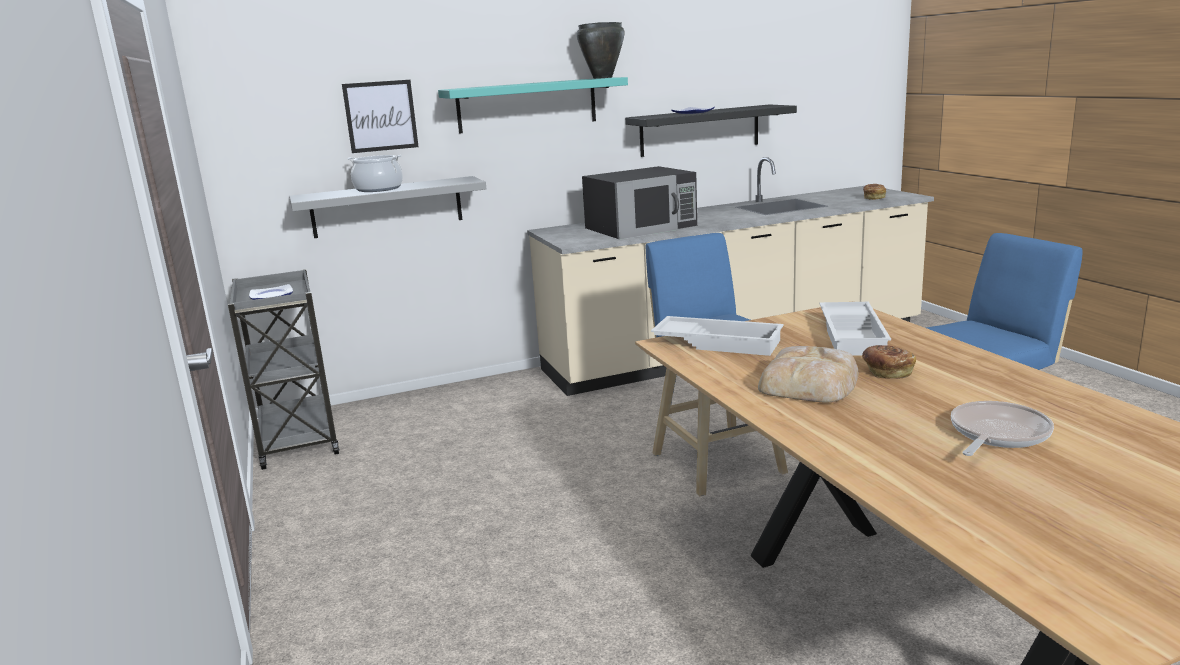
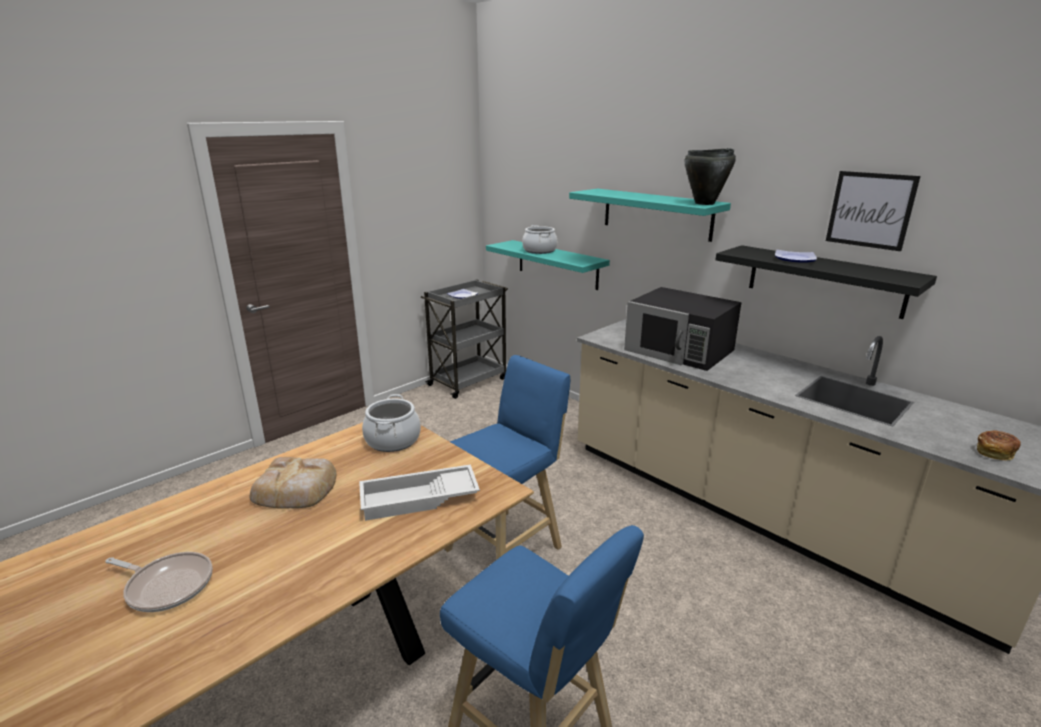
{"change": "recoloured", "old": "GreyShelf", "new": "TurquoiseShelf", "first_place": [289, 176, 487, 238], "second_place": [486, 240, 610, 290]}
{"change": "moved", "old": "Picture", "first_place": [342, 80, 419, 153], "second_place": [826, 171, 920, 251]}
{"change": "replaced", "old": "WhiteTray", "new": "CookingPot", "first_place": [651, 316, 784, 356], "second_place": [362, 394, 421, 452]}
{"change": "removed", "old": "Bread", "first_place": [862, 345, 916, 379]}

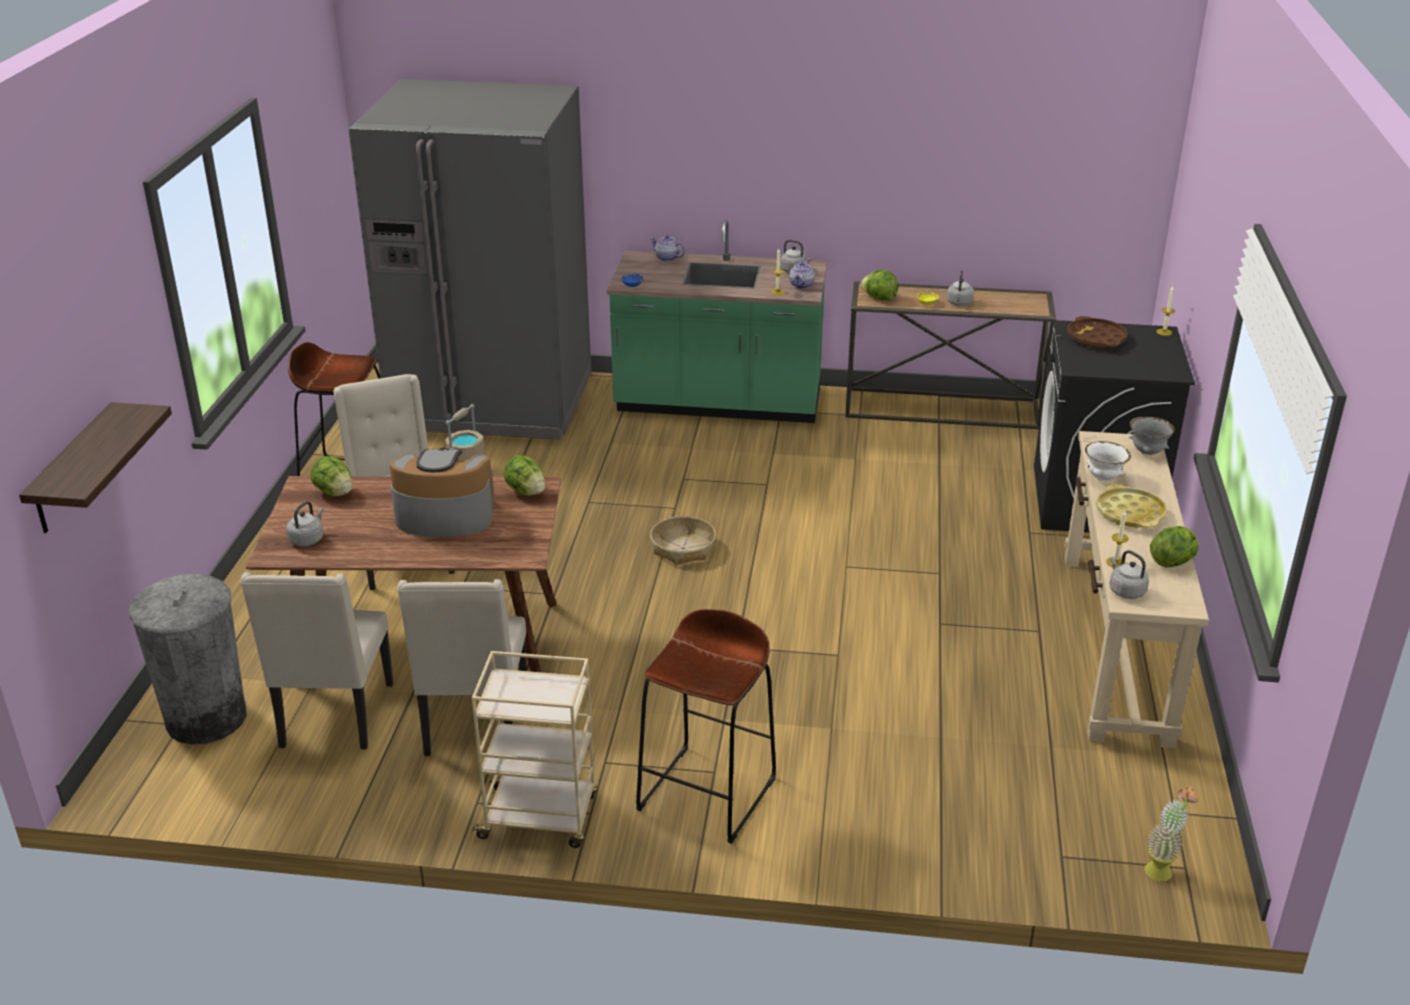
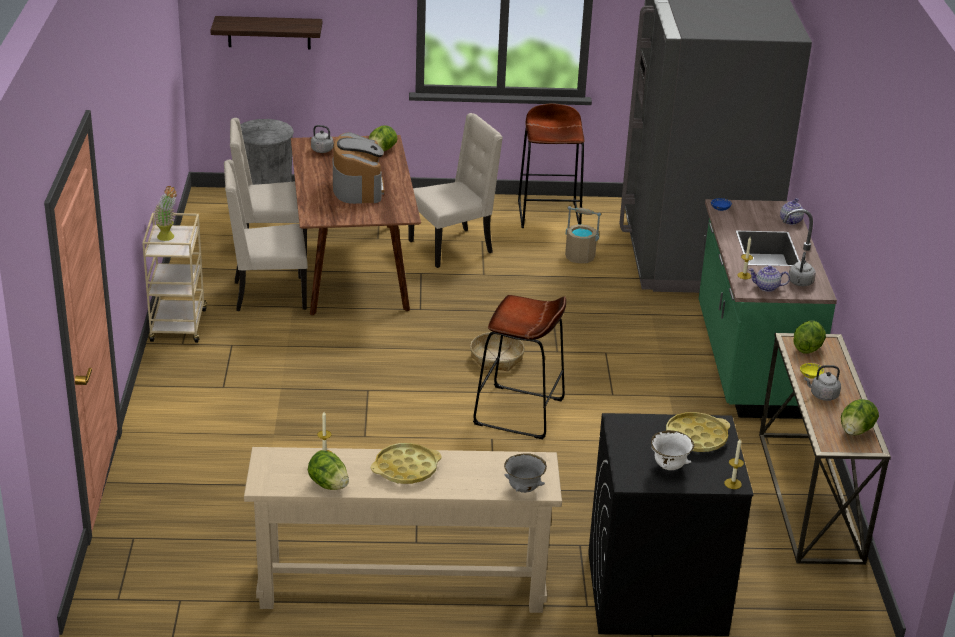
{"change": "moved", "old": "Lettuce", "first_place": [504, 455, 545, 496], "second_place": [841, 399, 879, 435]}
{"change": "moved", "old": "BrownStool", "first_place": [636, 609, 776, 844], "second_place": [473, 295, 566, 439]}
{"change": "recoloured", "old": "BrownTray", "new": "YellowTray", "first_place": [1067, 316, 1128, 348], "second_place": [666, 412, 730, 452]}
{"change": "moved", "old": "WhiteBowl", "first_place": [1085, 441, 1131, 480], "second_place": [651, 430, 694, 470]}
{"change": "removed", "old": "GreyKettle", "first_place": [1110, 550, 1149, 599]}
{"change": "moved", "old": "PottedPlant", "first_place": [1145, 785, 1199, 881], "second_place": [154, 186, 177, 241]}

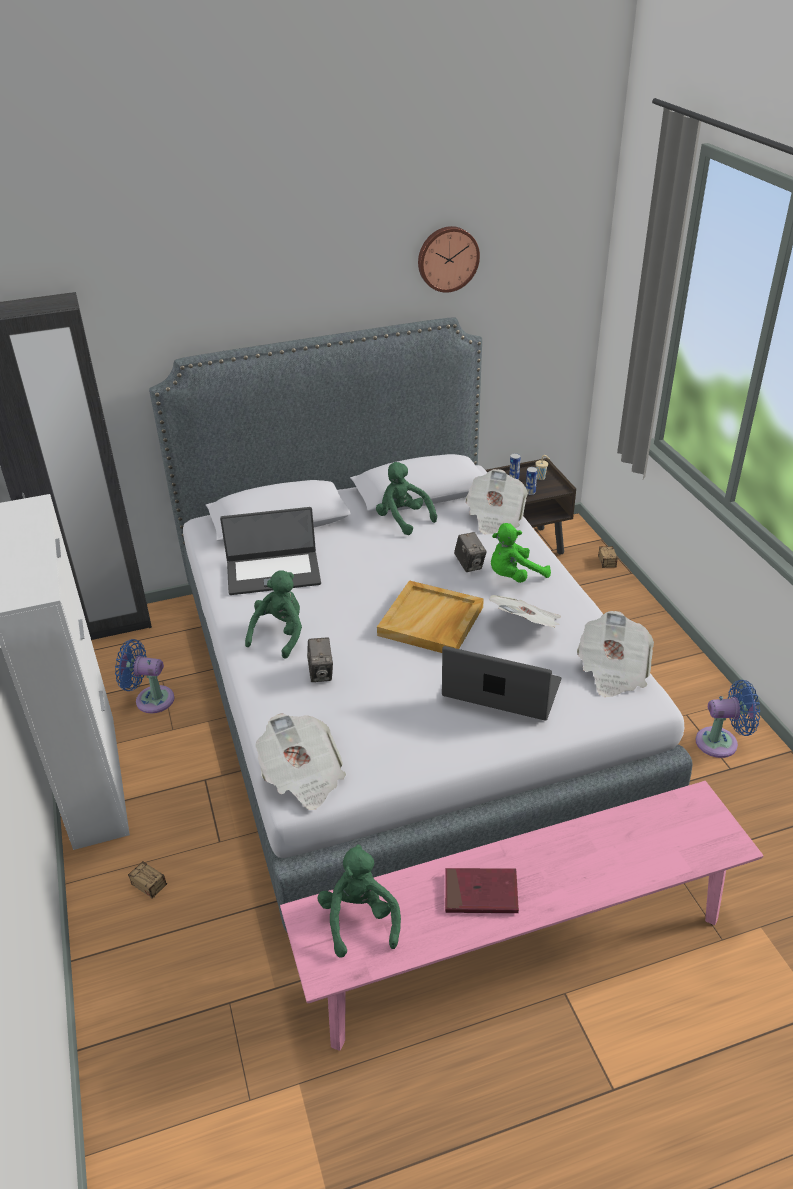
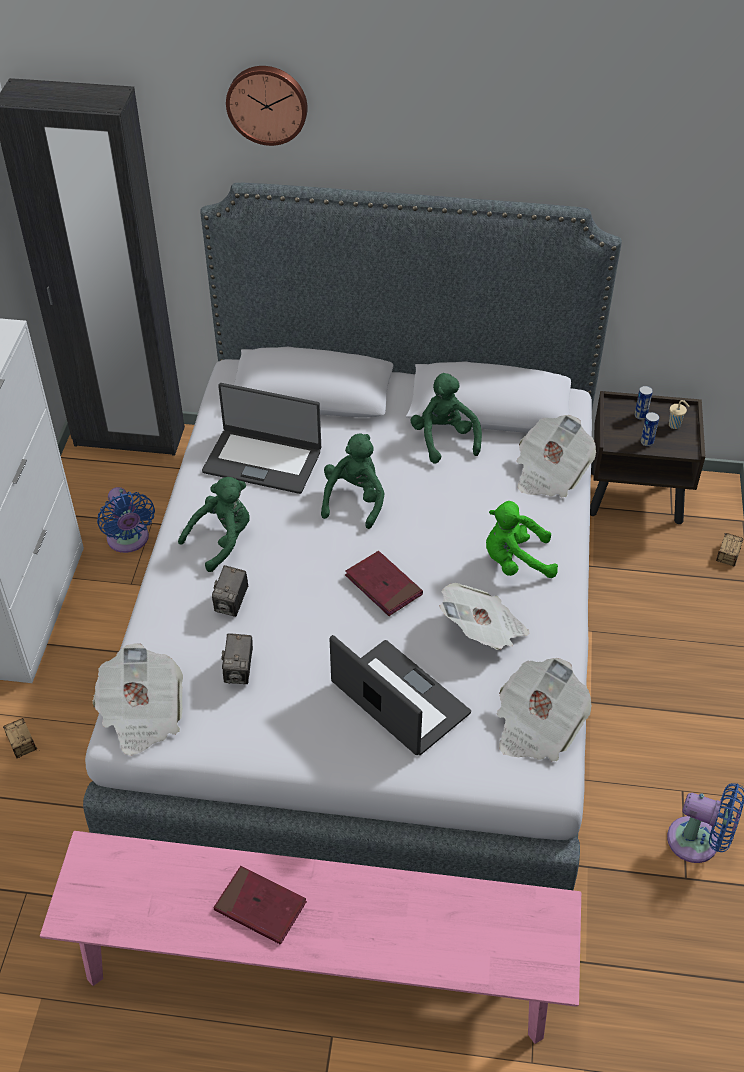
{"change": "turned", "old": "BlueFan", "first_place": [115, 639, 175, 713], "second_place": [97, 487, 155, 553], "degrees": -150}
{"change": "moved", "old": "GreenPlushToy", "first_place": [318, 844, 401, 958], "second_place": [321, 434, 385, 529]}
{"change": "replaced", "old": "BeigeTray", "new": "RedBook", "first_place": [377, 580, 484, 653], "second_place": [345, 551, 423, 616]}
{"change": "moved", "old": "WallClock", "first_place": [418, 226, 480, 293], "second_place": [226, 66, 308, 146]}
{"change": "moved", "old": "PhotoCamera", "first_place": [454, 532, 487, 572], "second_place": [221, 633, 253, 684]}

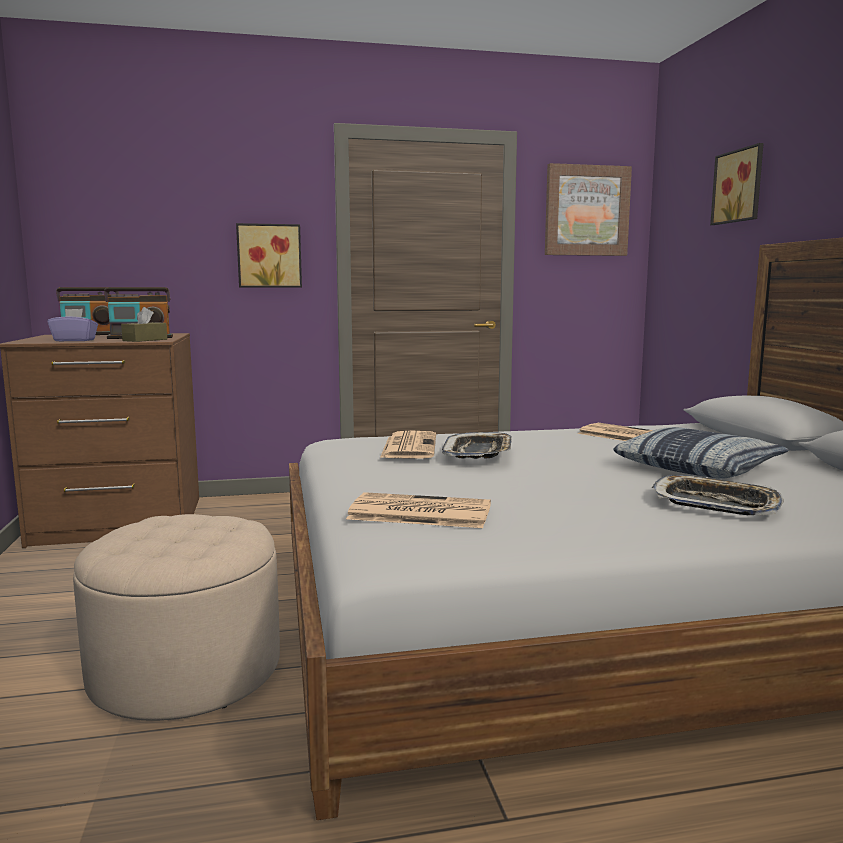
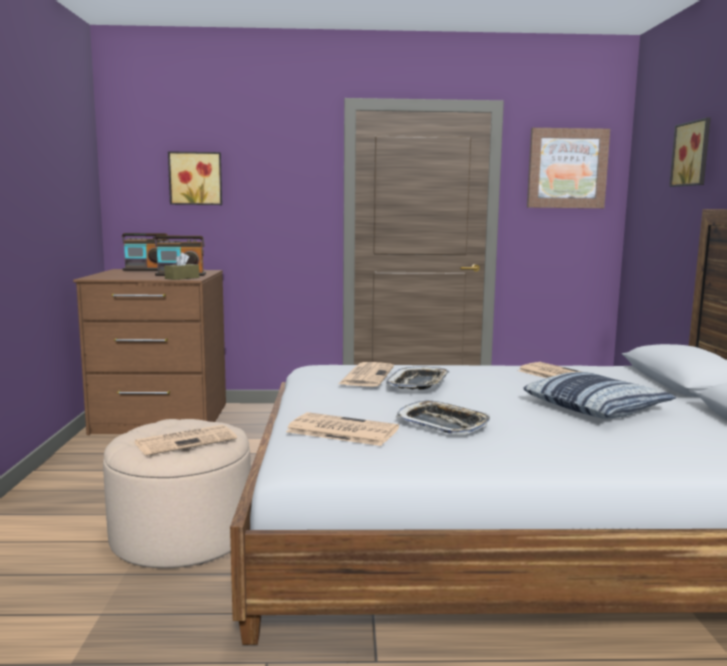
{"change": "removed", "old": "PurpleTissueBox", "first_place": [47, 309, 98, 341]}
{"change": "moved", "old": "Picture", "first_place": [236, 223, 302, 288], "second_place": [168, 151, 222, 205]}
{"change": "moved", "old": "Tray", "first_place": [652, 475, 784, 515], "second_place": [396, 401, 490, 435]}
{"change": "added", "new": "Newspaper", "second_place": [134, 425, 237, 456]}

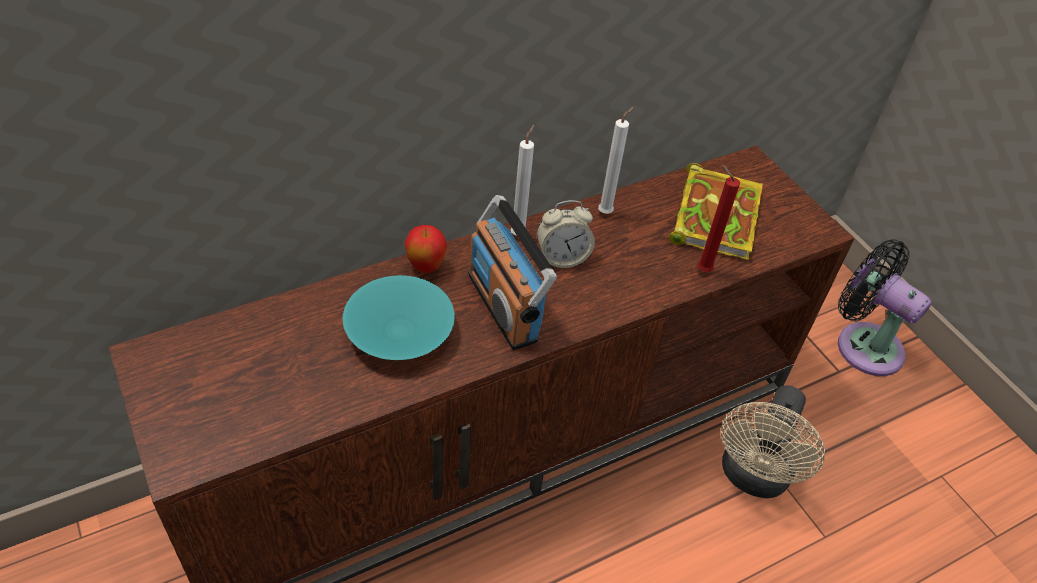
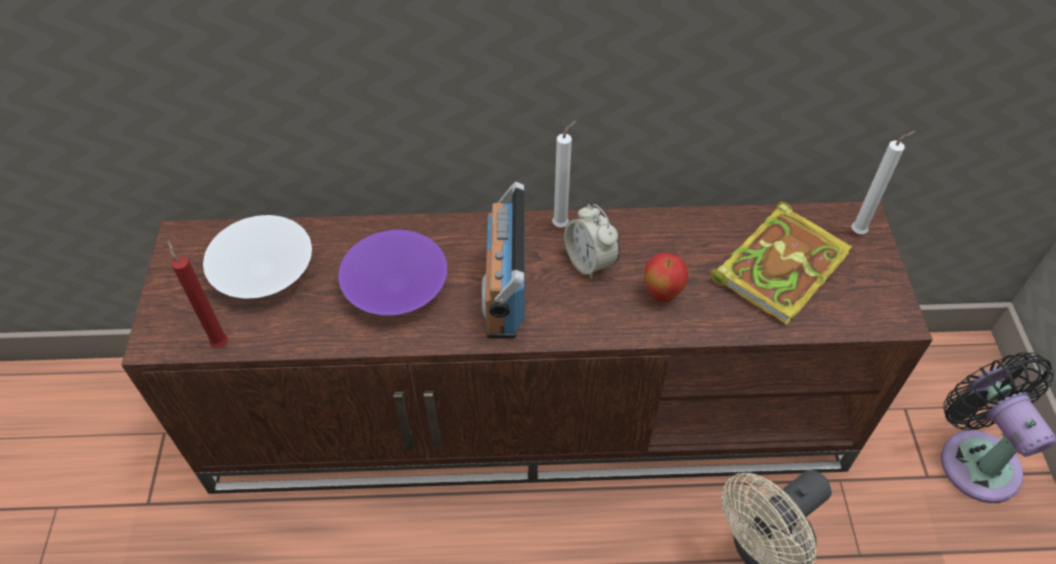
{"change": "recoloured", "old": "TurquoiseBowl", "new": "PurpleBowl", "first_place": [343, 275, 455, 360], "second_place": [338, 230, 447, 315]}
{"change": "moved", "old": "Apple", "first_place": [404, 225, 447, 273], "second_place": [644, 253, 688, 302]}
{"change": "turned", "old": "AlarmClock", "first_place": [537, 200, 595, 268], "second_place": [564, 204, 620, 279], "degrees": 45}
{"change": "moved", "old": "WhiteCandle", "first_place": [598, 106, 634, 214], "second_place": [851, 131, 916, 234]}
{"change": "moved", "old": "RedCandle", "first_place": [698, 165, 740, 272], "second_place": [168, 241, 228, 348]}
{"change": "added", "new": "WhiteBowl", "second_place": [203, 215, 312, 299]}

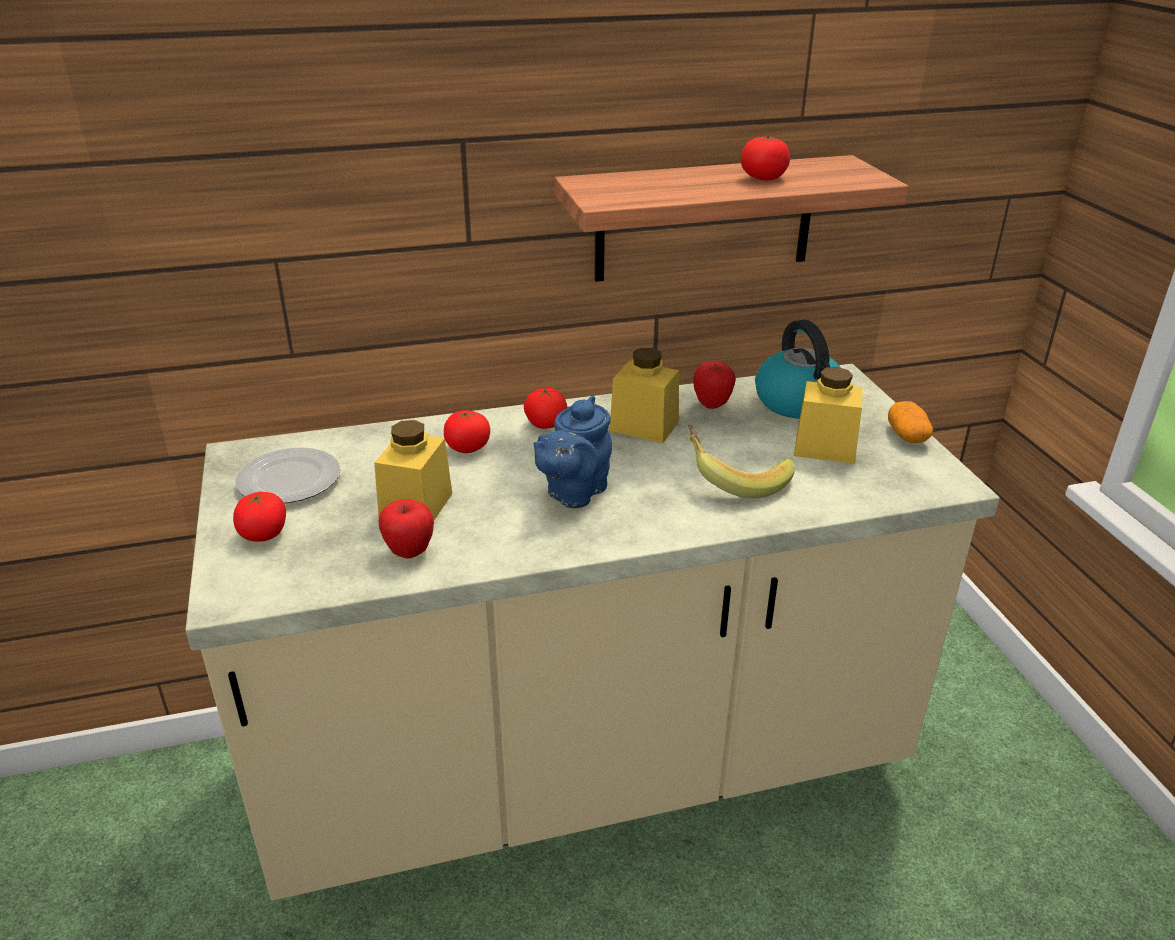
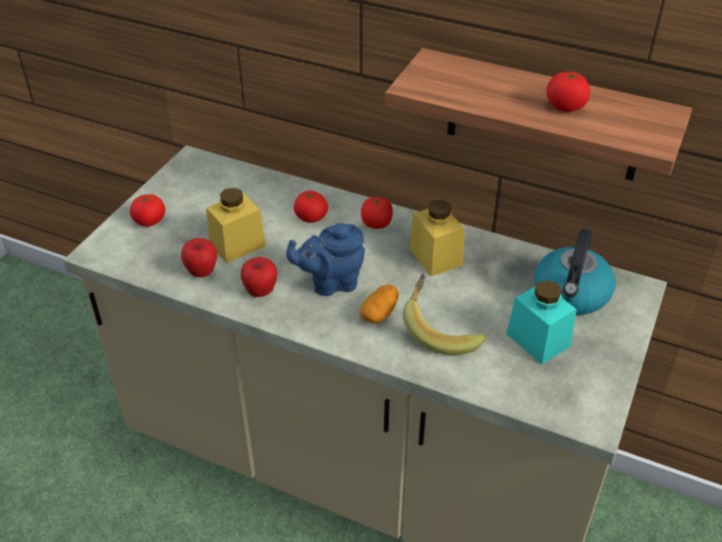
{"change": "removed", "old": "Plate", "first_place": [235, 447, 341, 503]}
{"change": "moved", "old": "Apple", "first_place": [693, 361, 736, 409], "second_place": [241, 257, 277, 297]}
{"change": "recoloured", "old": "YellowJar", "new": "TurquoiseJar", "first_place": [794, 367, 863, 464], "second_place": [507, 280, 577, 364]}
{"change": "moved", "old": "Potato", "first_place": [888, 401, 933, 443], "second_place": [359, 284, 399, 323]}

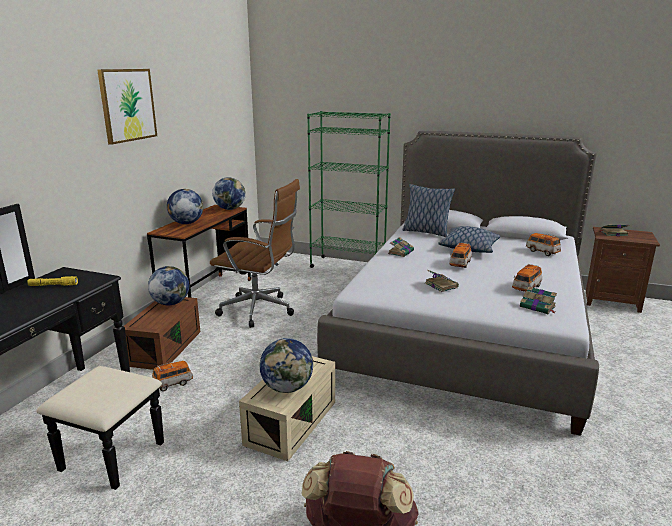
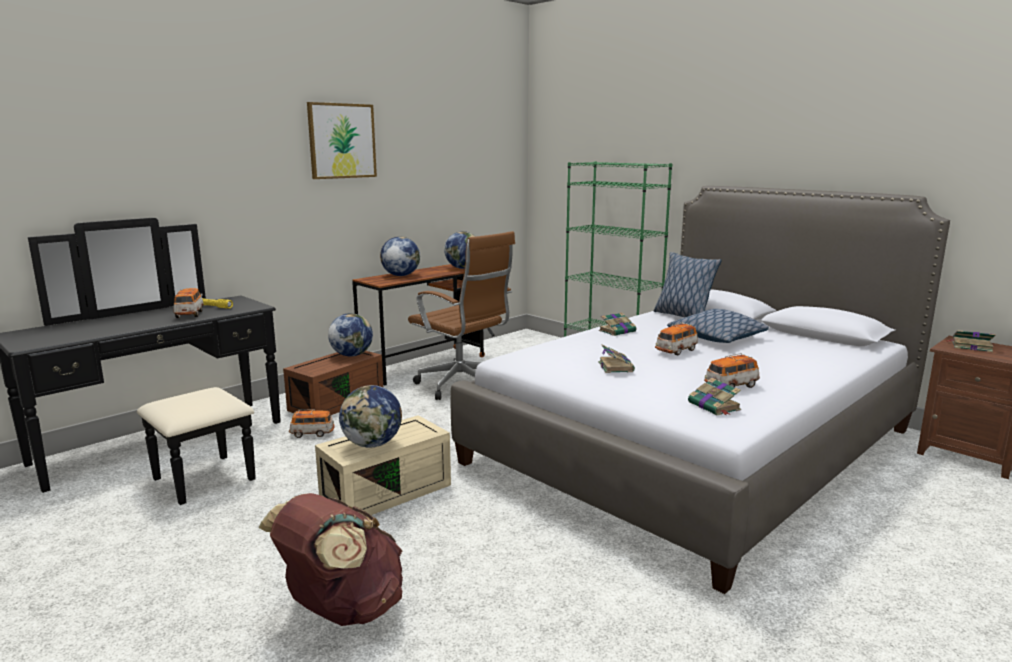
{"change": "moved", "old": "ToyCar", "first_place": [526, 233, 561, 256], "second_place": [173, 288, 203, 318]}

